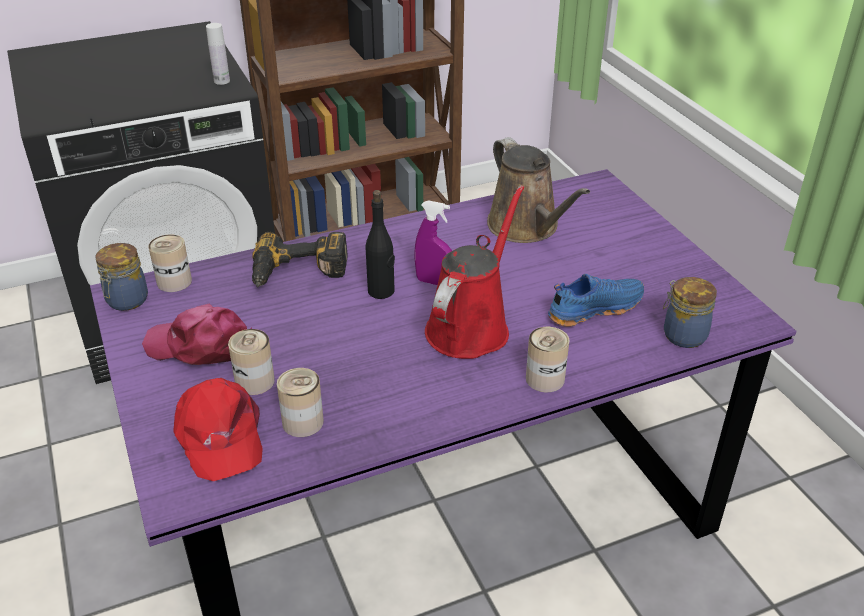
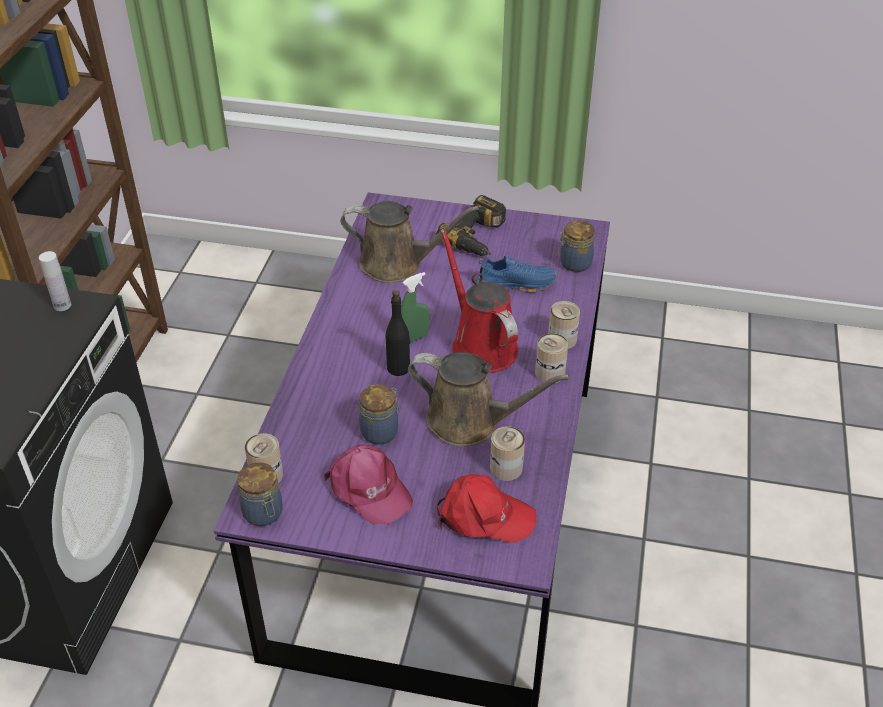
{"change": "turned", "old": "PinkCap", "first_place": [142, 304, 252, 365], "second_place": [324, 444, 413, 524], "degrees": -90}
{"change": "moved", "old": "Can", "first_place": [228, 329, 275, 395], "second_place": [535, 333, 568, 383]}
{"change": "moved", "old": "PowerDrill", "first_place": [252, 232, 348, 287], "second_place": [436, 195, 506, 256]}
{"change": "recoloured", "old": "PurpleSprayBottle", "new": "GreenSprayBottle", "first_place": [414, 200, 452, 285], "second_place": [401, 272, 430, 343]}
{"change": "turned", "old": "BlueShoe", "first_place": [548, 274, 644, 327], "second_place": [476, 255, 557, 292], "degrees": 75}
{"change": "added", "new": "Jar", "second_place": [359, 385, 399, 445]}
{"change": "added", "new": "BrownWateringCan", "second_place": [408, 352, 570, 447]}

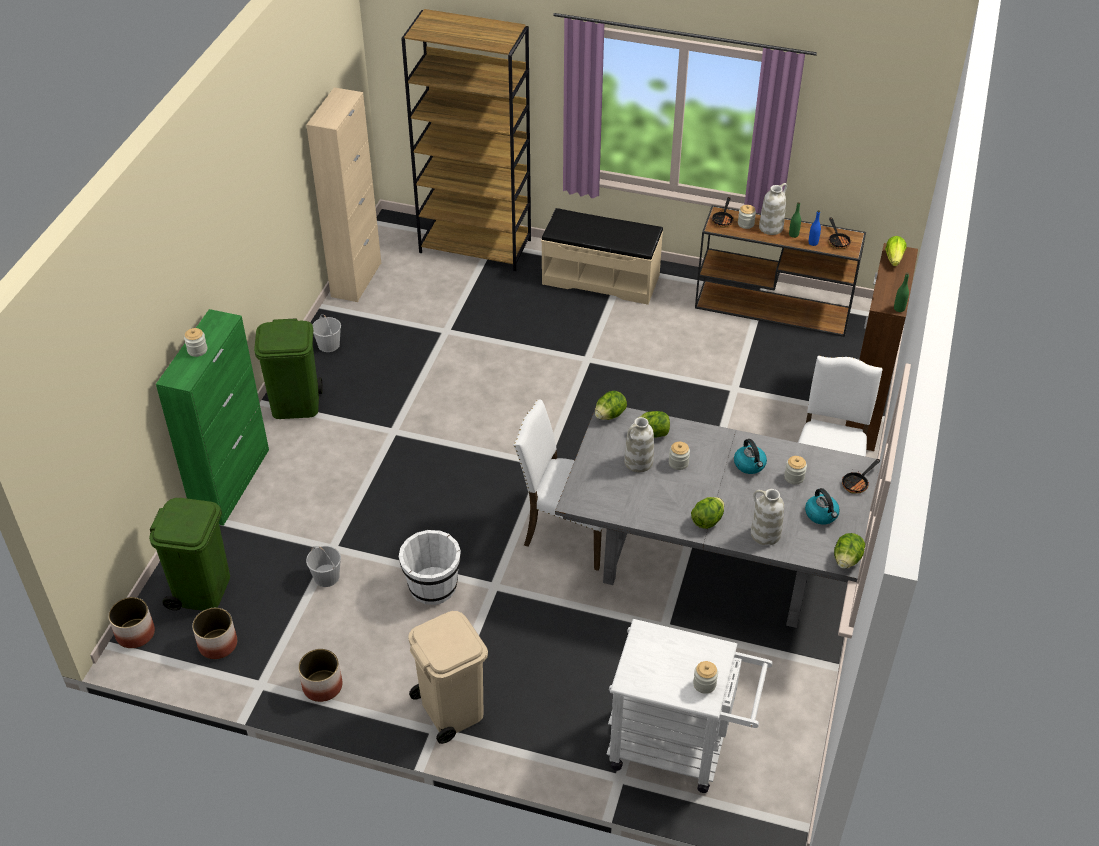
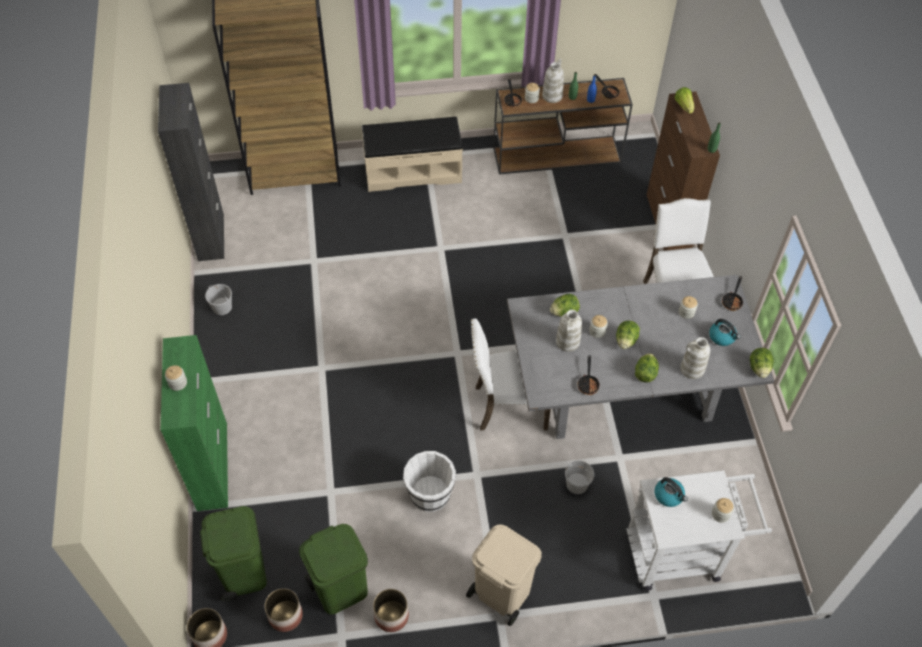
{"change": "moved", "old": "GreenTrashCan", "first_place": [254, 318, 323, 419], "second_place": [299, 524, 368, 615]}
{"change": "recoloured", "old": "BeigeCabinet", "new": "BlackCabinet", "first_place": [306, 87, 381, 302], "second_place": [158, 83, 225, 261]}
{"change": "moved", "old": "WhiteBucket", "first_place": [306, 546, 341, 587], "second_place": [565, 460, 594, 494]}
{"change": "moved", "old": "Lettuce", "first_place": [595, 391, 627, 420], "second_place": [616, 321, 640, 349]}
{"change": "moved", "old": "Kettle", "first_place": [734, 439, 767, 474], "second_place": [655, 477, 688, 507]}
{"change": "added", "new": "FryingPan", "second_place": [578, 355, 600, 395]}

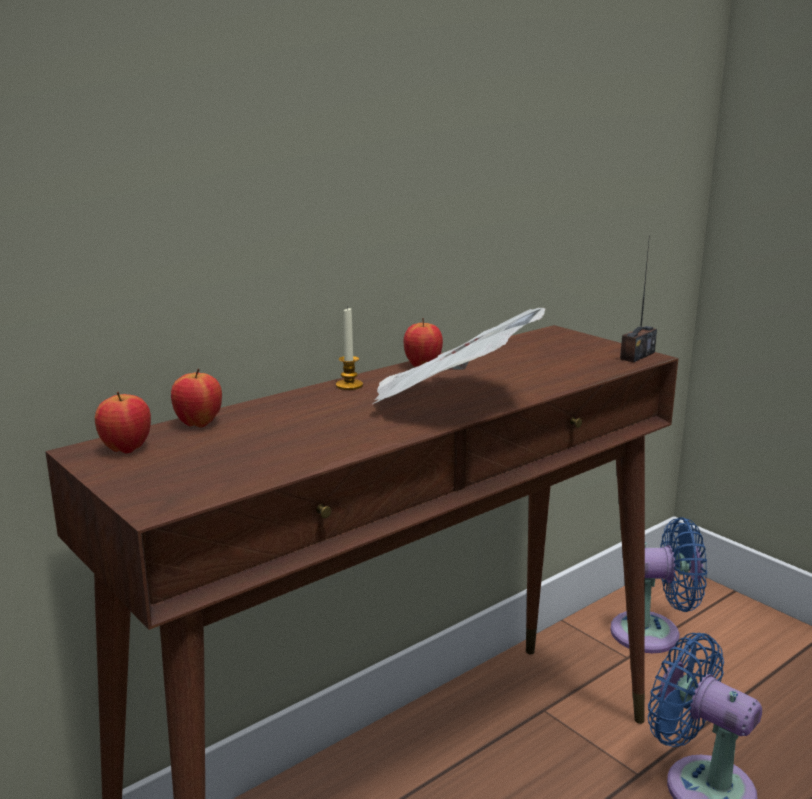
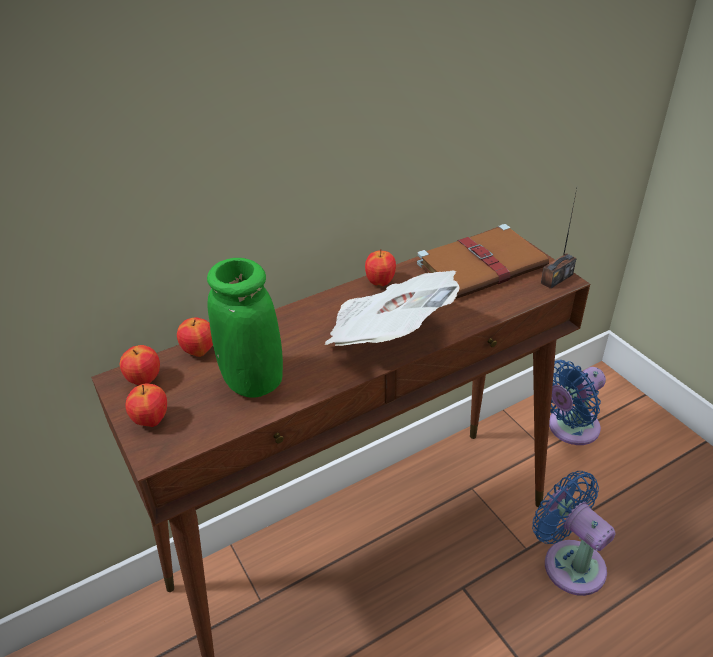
{"change": "removed", "old": "Candle", "first_place": [336, 306, 363, 390]}
{"change": "turned", "old": "BlueFan", "first_place": [610, 517, 707, 653], "second_place": [549, 360, 606, 445], "degrees": 135}
{"change": "added", "new": "Apple", "second_place": [125, 383, 167, 427]}
{"change": "added", "new": "GreenVase", "second_place": [207, 258, 283, 398]}
{"change": "added", "new": "BrownBook", "second_place": [417, 224, 549, 299]}

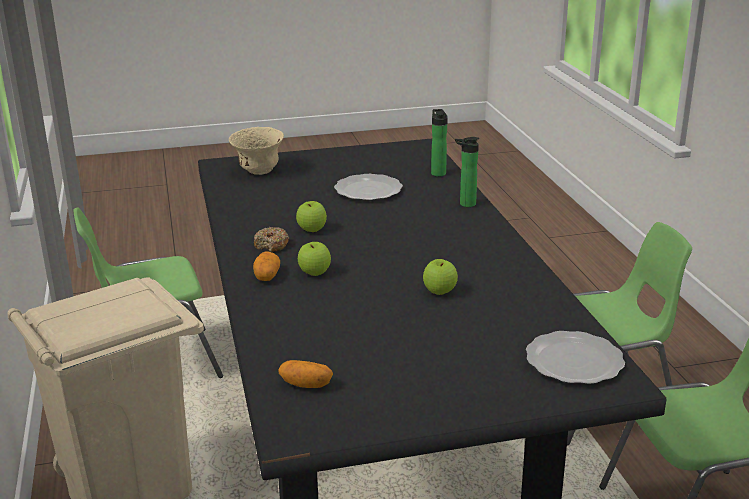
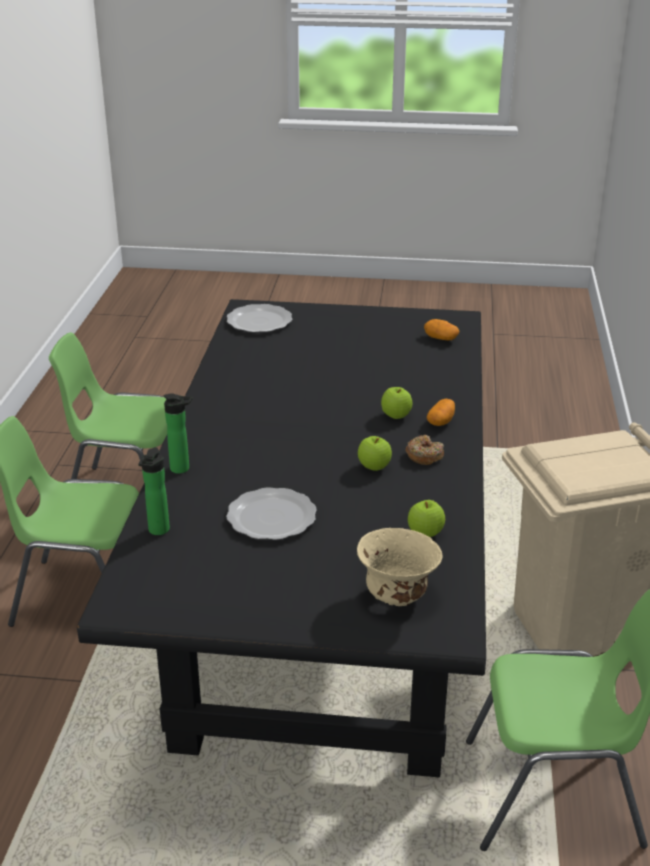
{"change": "moved", "old": "Apple", "first_place": [423, 259, 458, 295], "second_place": [408, 500, 445, 537]}

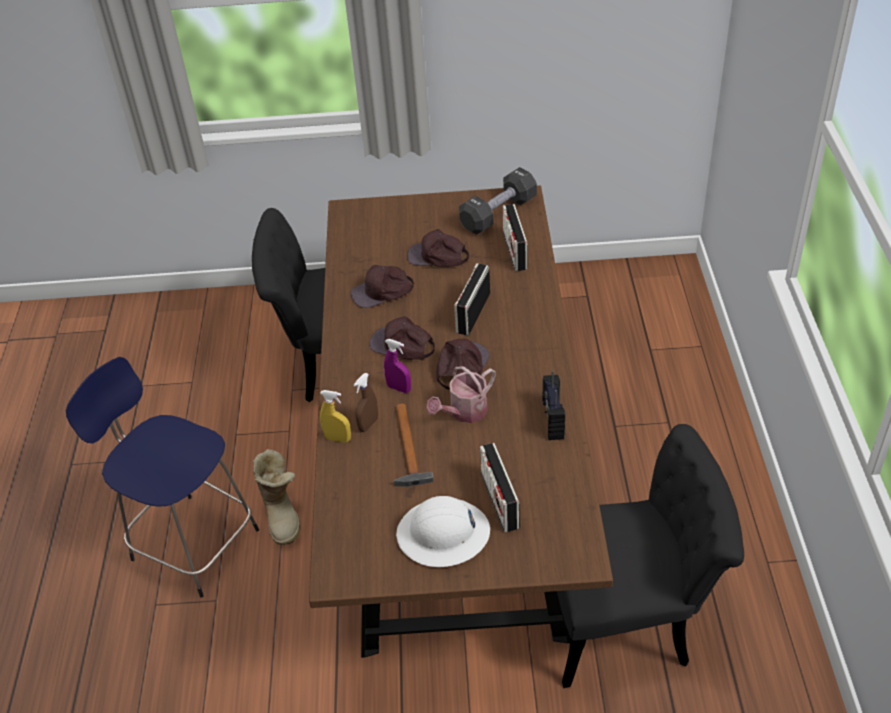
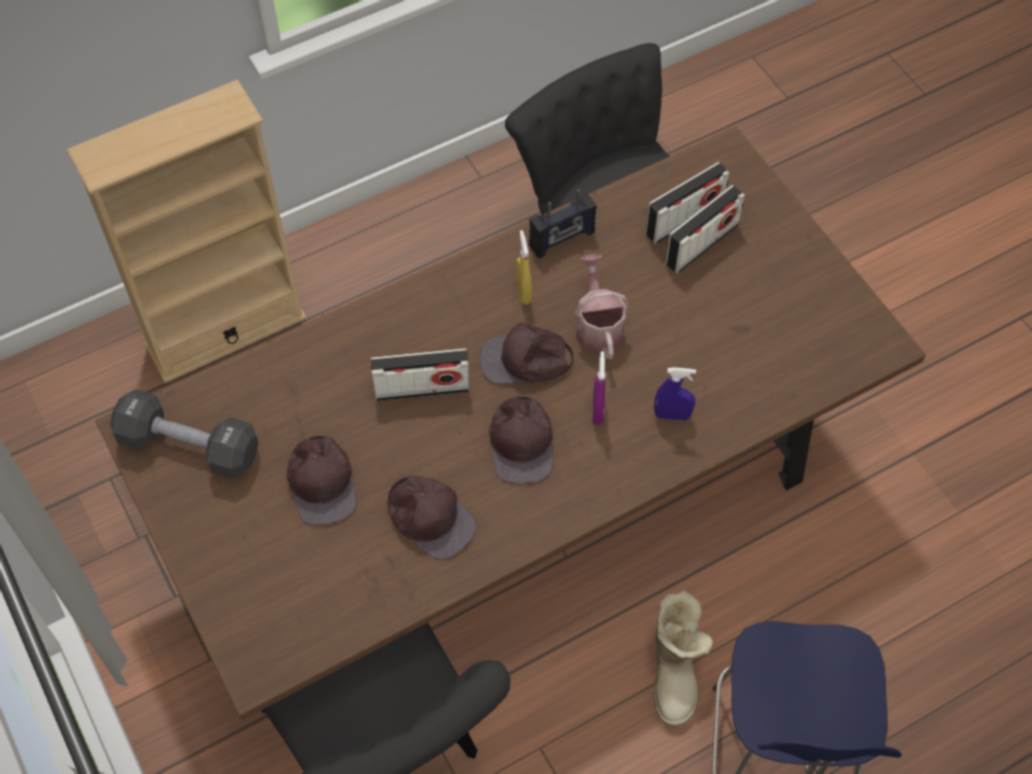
{"change": "turned", "old": "Boot", "first_place": [253, 449, 301, 545], "second_place": [654, 590, 713, 726], "degrees": 135}
{"change": "moved", "old": "YellowSprayBottle", "first_place": [320, 390, 351, 443], "second_place": [516, 230, 532, 304]}
{"change": "recoloured", "old": "BrownSprayBottle", "new": "BlueSprayBottle", "first_place": [353, 373, 378, 432], "second_place": [654, 367, 696, 421]}
{"change": "removed", "old": "Hammer", "first_place": [394, 403, 434, 487]}
{"change": "removed", "old": "WhiteHardHat", "first_place": [396, 496, 490, 567]}
{"change": "turned", "old": "WateringCan", "first_place": [426, 366, 496, 423], "second_place": [575, 254, 629, 359], "degrees": -120}
{"change": "moved", "old": "Radio", "first_place": [503, 204, 528, 271], "second_place": [645, 162, 730, 244]}
{"change": "added", "new": "BeigeBookcase", "second_place": [67, 79, 307, 383]}

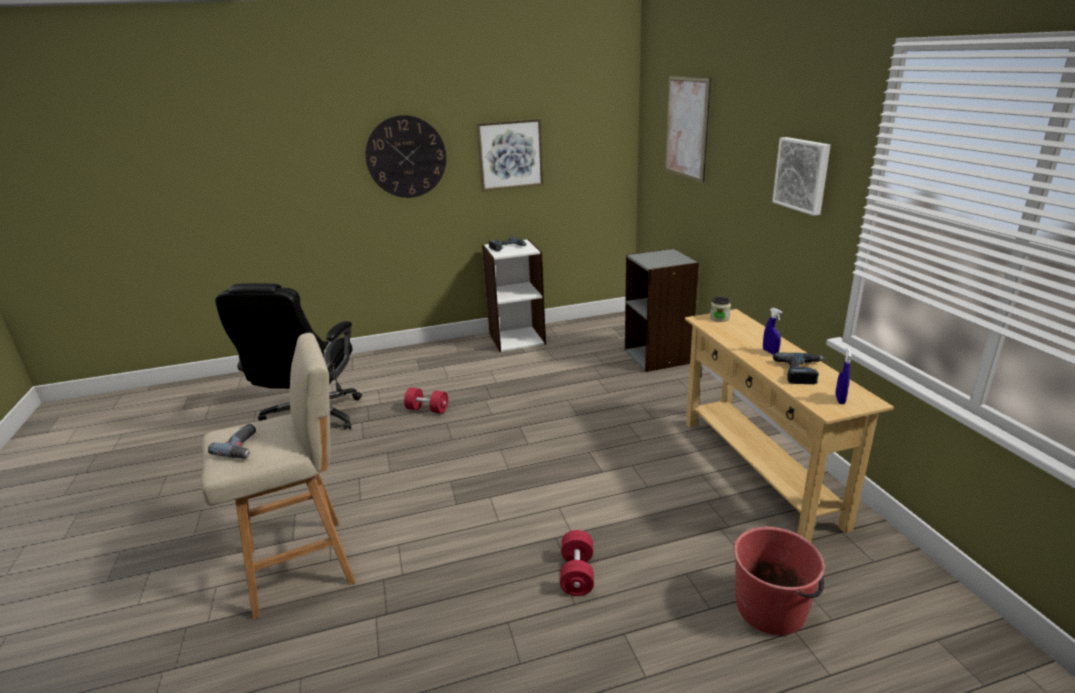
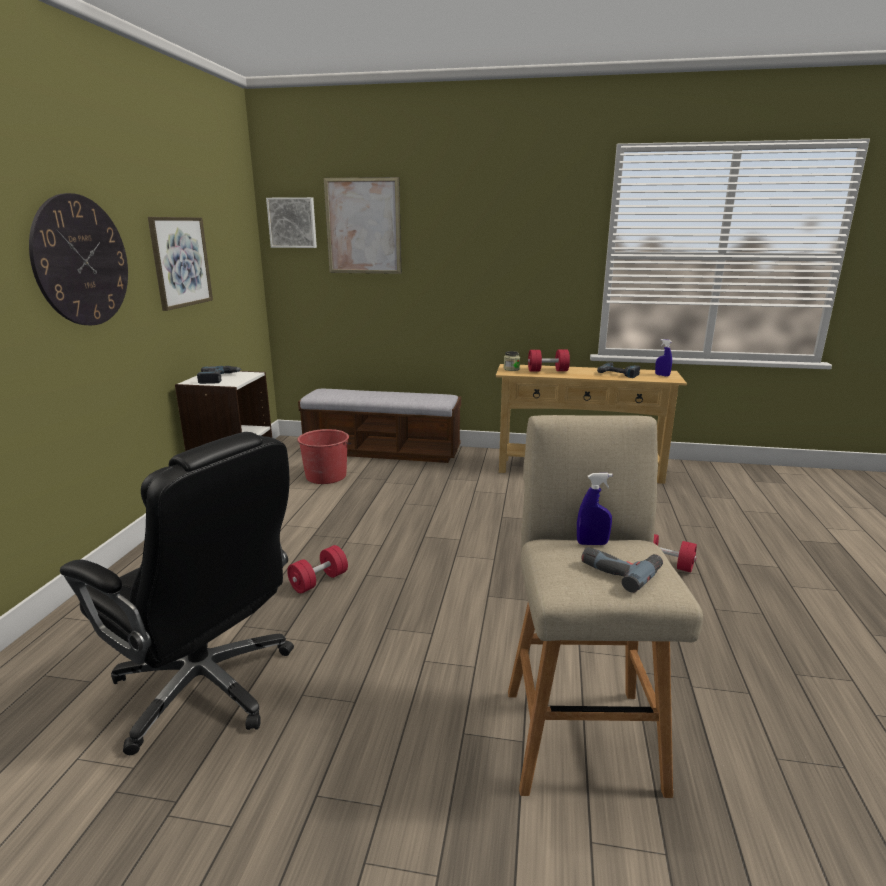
{"change": "replaced", "old": "GreyBookcase", "new": "Bench", "first_place": [625, 248, 699, 372], "second_place": [298, 389, 461, 463]}
{"change": "moved", "old": "RedBucket", "first_place": [734, 527, 825, 635], "second_place": [297, 429, 351, 484]}
{"change": "moved", "old": "BlueSprayBottle", "first_place": [763, 308, 782, 354], "second_place": [577, 473, 613, 545]}
{"change": "moved", "old": "Picture", "first_place": [772, 137, 831, 216], "second_place": [266, 197, 317, 248]}
{"change": "added", "new": "RedDumbbell", "second_place": [528, 349, 570, 372]}

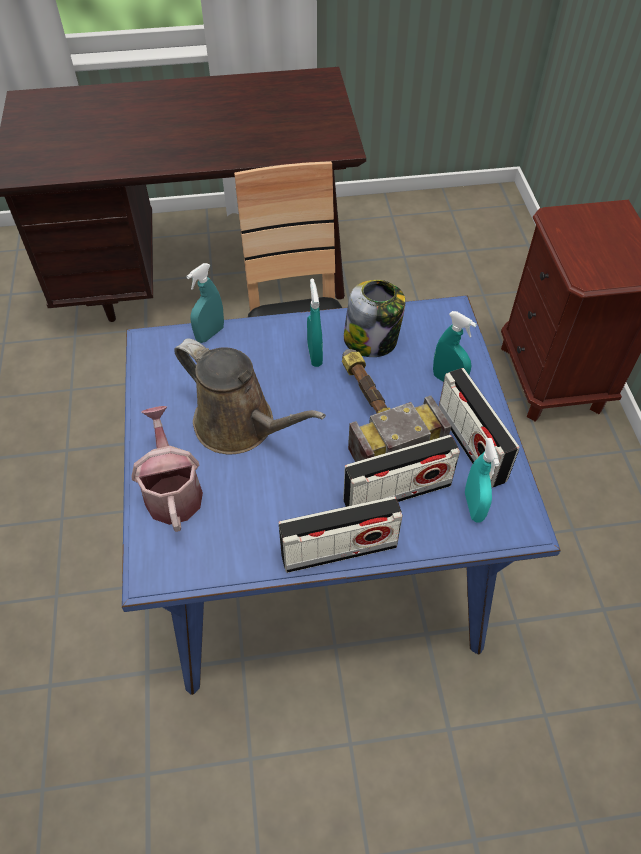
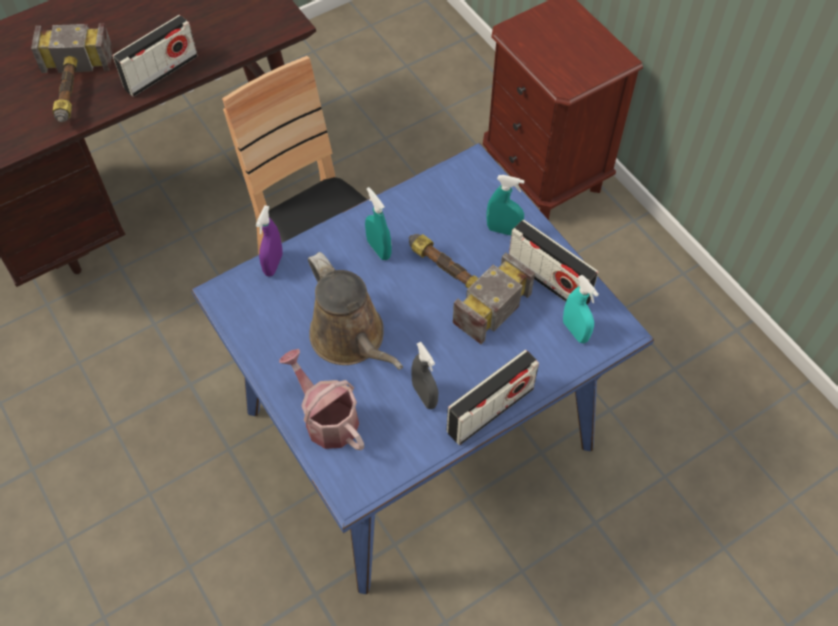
{"change": "turned", "old": "BrownWateringCan", "first_place": [174, 338, 326, 454], "second_place": [308, 252, 403, 370], "degrees": 45}
{"change": "recoloured", "old": "TurquoiseSprayBottle", "new": "PurpleSprayBottle", "first_place": [186, 263, 224, 343], "second_place": [256, 205, 283, 277]}
{"change": "moved", "old": "Radio", "first_place": [343, 435, 460, 507], "second_place": [113, 15, 198, 97]}
{"change": "removed", "old": "Jar", "first_place": [344, 280, 406, 357]}
{"change": "added", "new": "Hammer", "second_place": [31, 23, 113, 122]}
{"change": "added", "new": "GreySprayBottle", "second_place": [411, 342, 438, 409]}

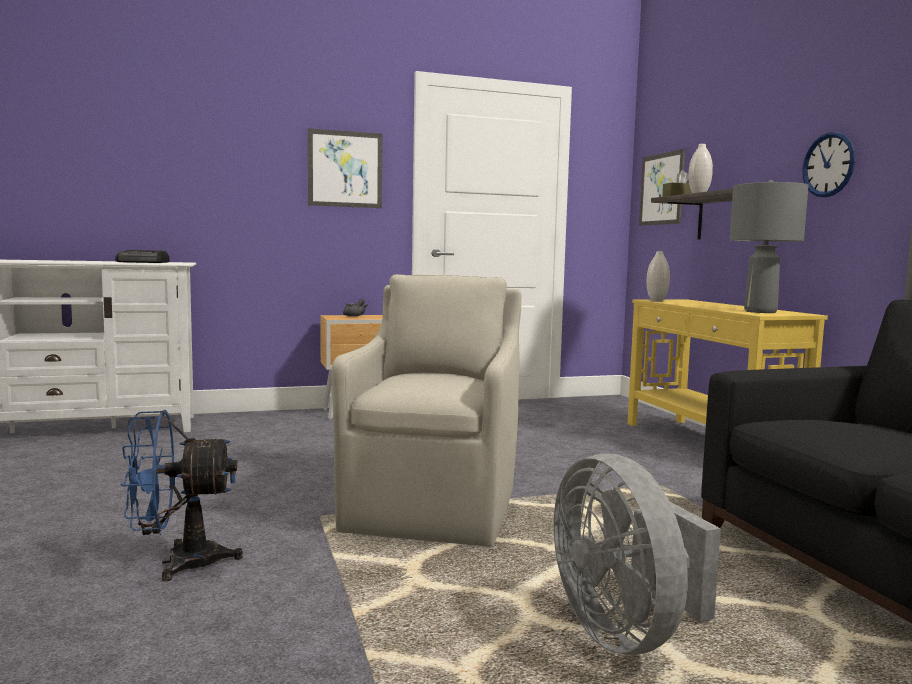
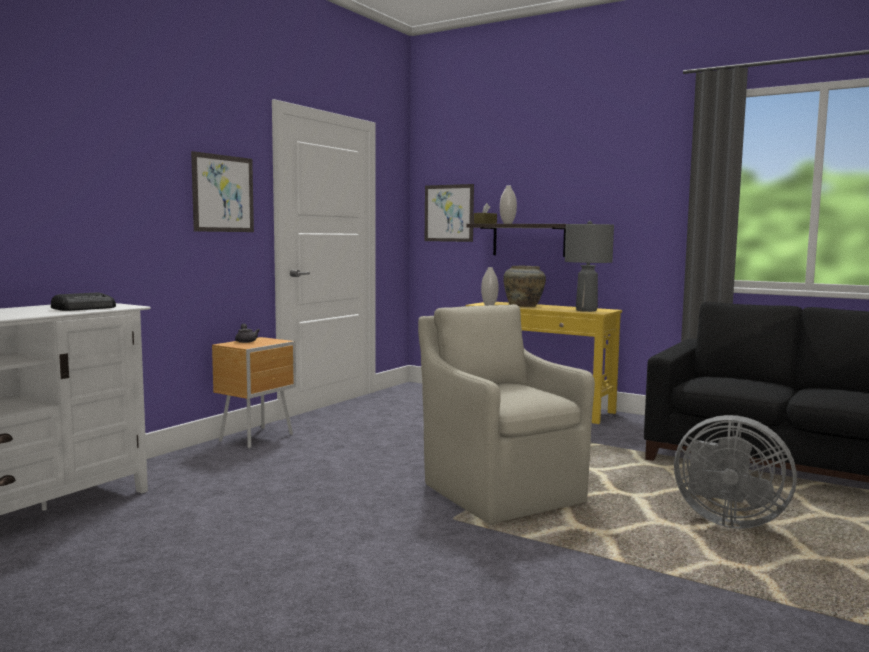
{"change": "removed", "old": "BlueFan", "first_place": [121, 410, 243, 582]}
{"change": "removed", "old": "WallClock", "first_place": [802, 132, 856, 197]}
{"change": "added", "new": "BeigeVase", "second_place": [503, 266, 546, 307]}

